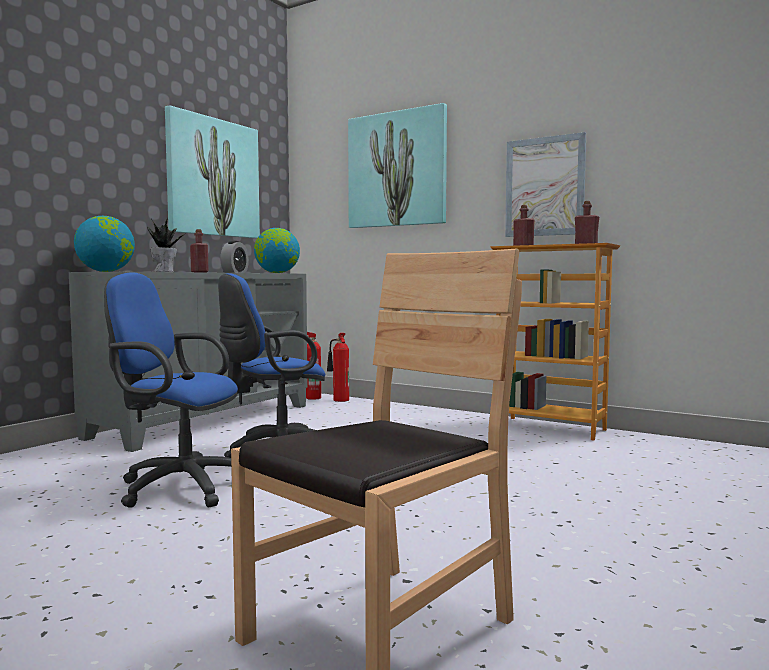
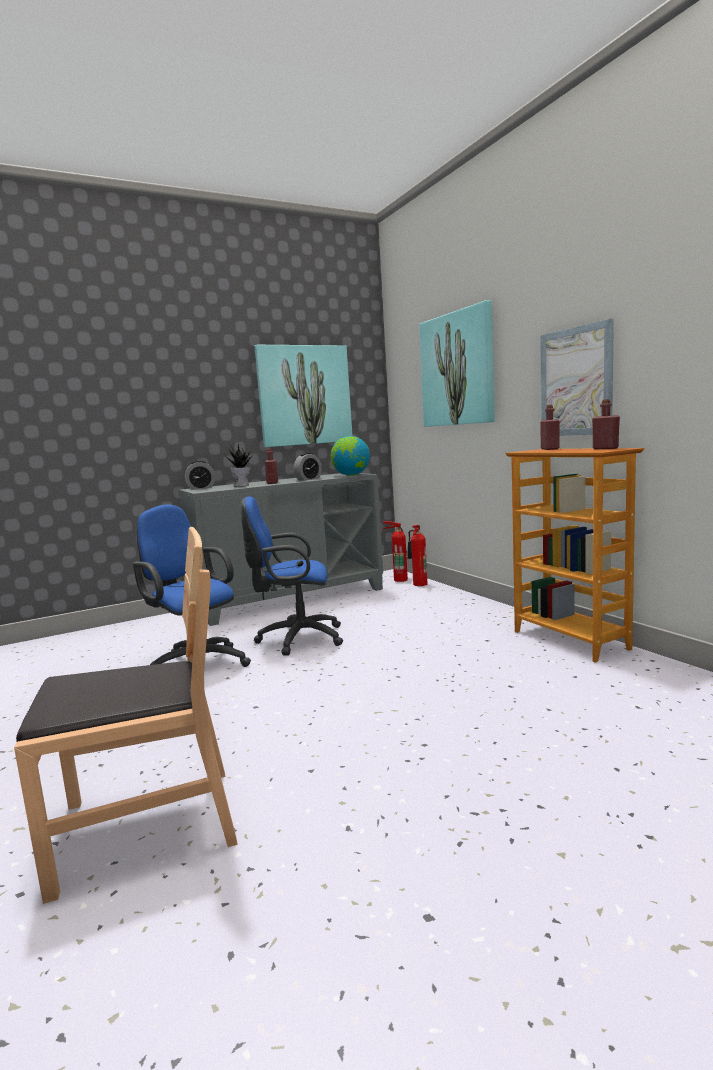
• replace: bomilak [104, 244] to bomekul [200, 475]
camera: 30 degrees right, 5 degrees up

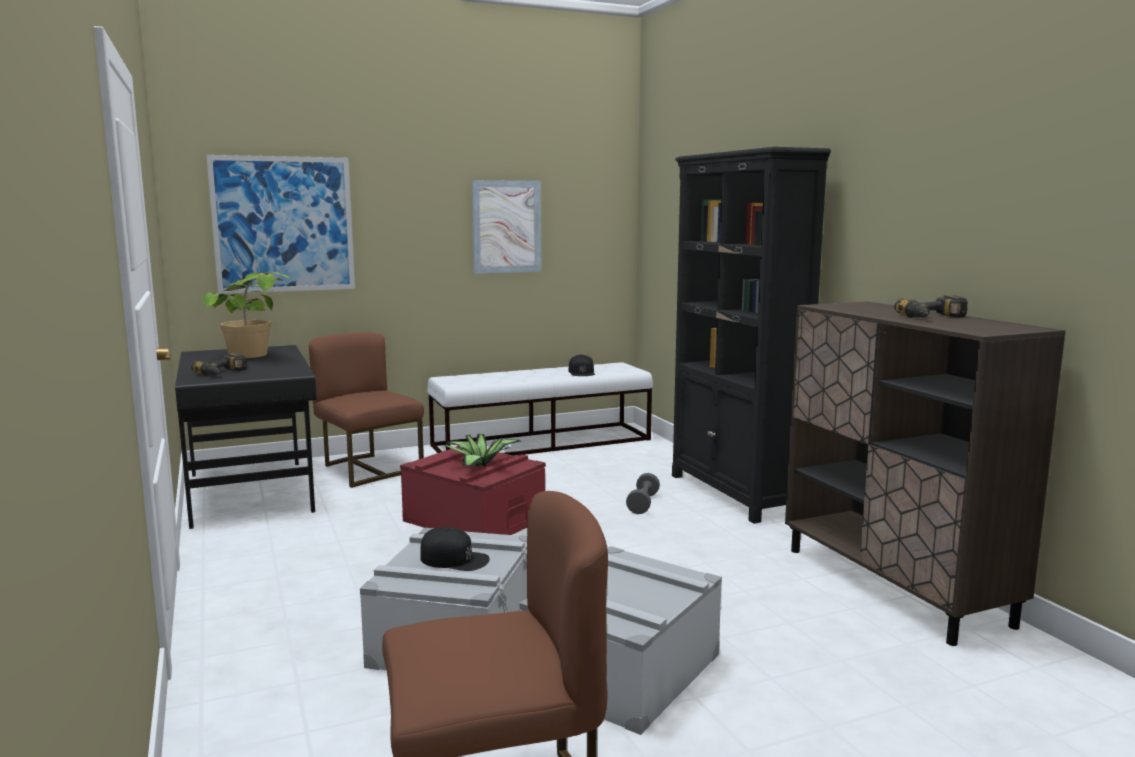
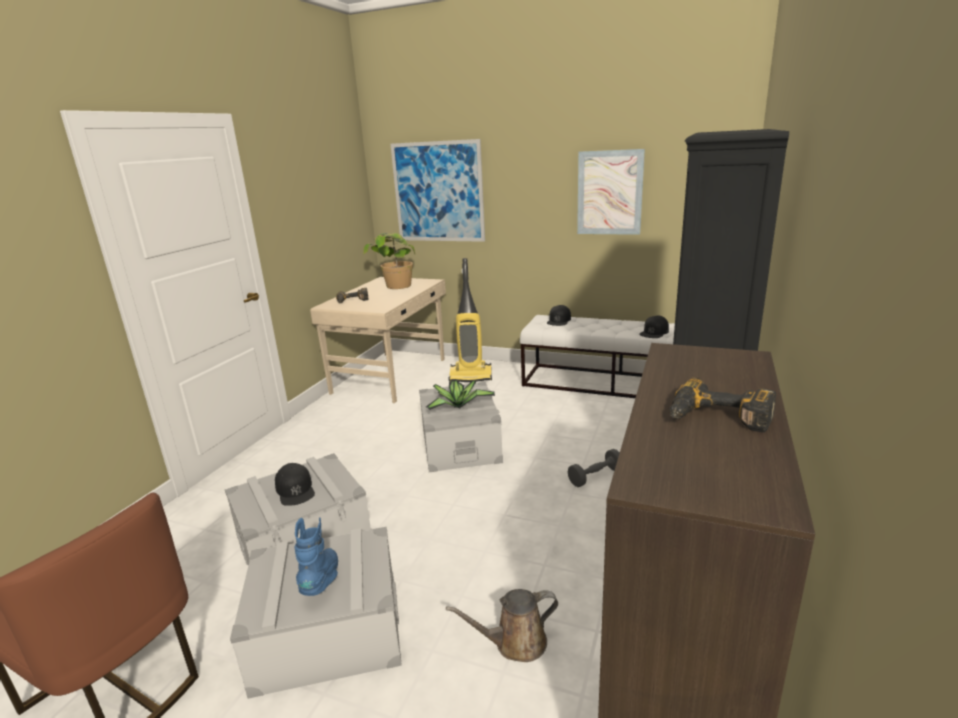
• insert: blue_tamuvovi [316, 556]
• recolor: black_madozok [246, 437] to beige_madozok [378, 340]
• recolor: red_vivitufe [473, 490] to grey_vivitufe [461, 427]
• insert: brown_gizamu [502, 625]
• replace: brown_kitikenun [366, 410] to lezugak [470, 320]
• insert: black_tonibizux [559, 315]
camera: 45 degrees right, 10 degrees up

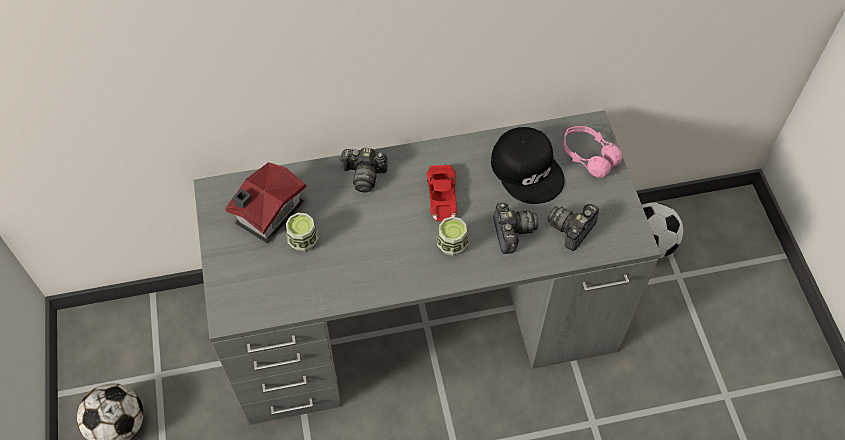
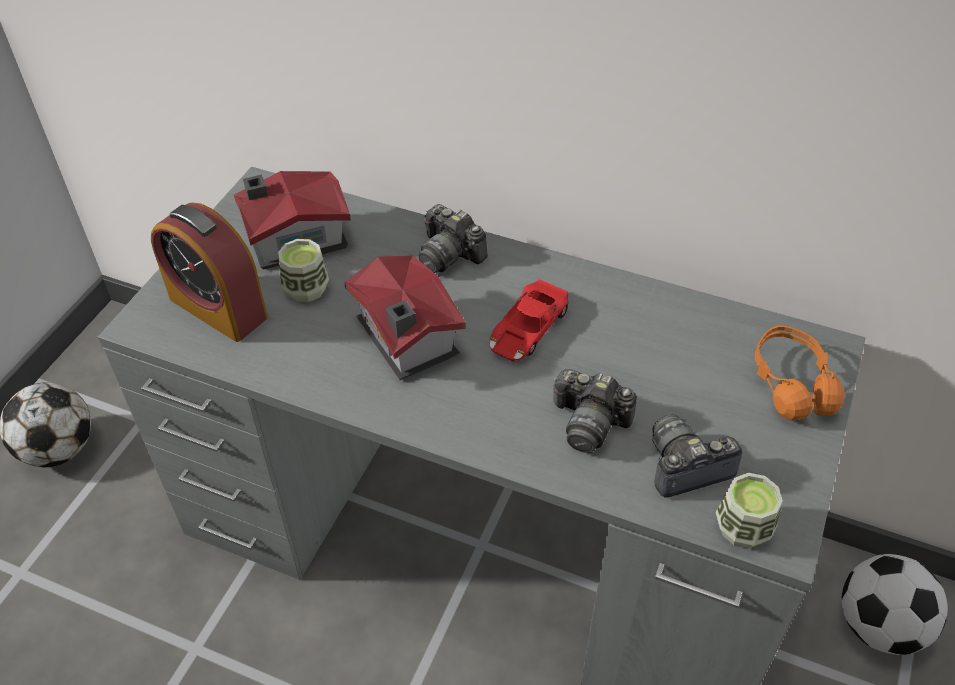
• insert: bomekul [209, 272]
• insert: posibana [405, 317]
• rotate: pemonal [515, 228] = [595, 411] 90 degrees clockwise
• move: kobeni [452, 236] to [749, 511]
• recolor: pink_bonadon [593, 152] to orange_bonadon [799, 372]
• delete: black_tonibizux [528, 165]
camera: 35 degrees right, 10 degrees down

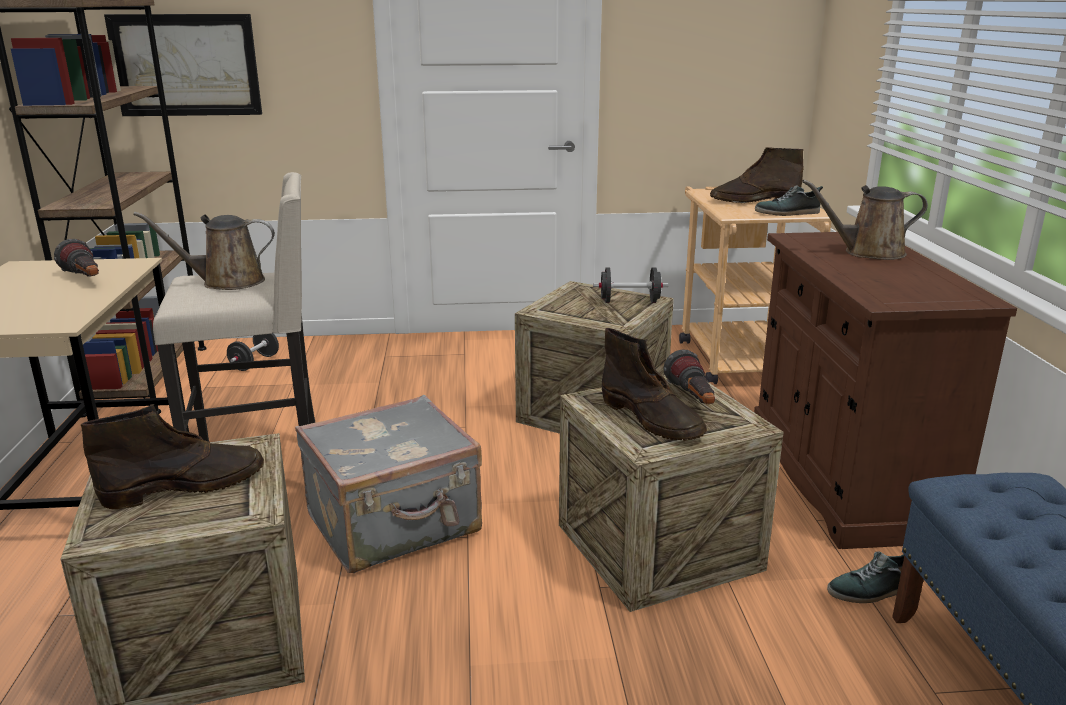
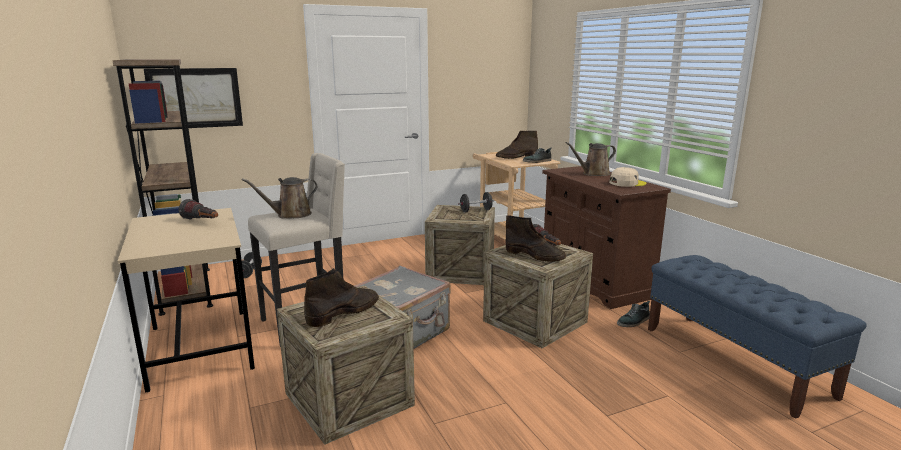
• insert: beige_tonibizux [627, 177]
camera: 20 degrees left, 5 degrees down

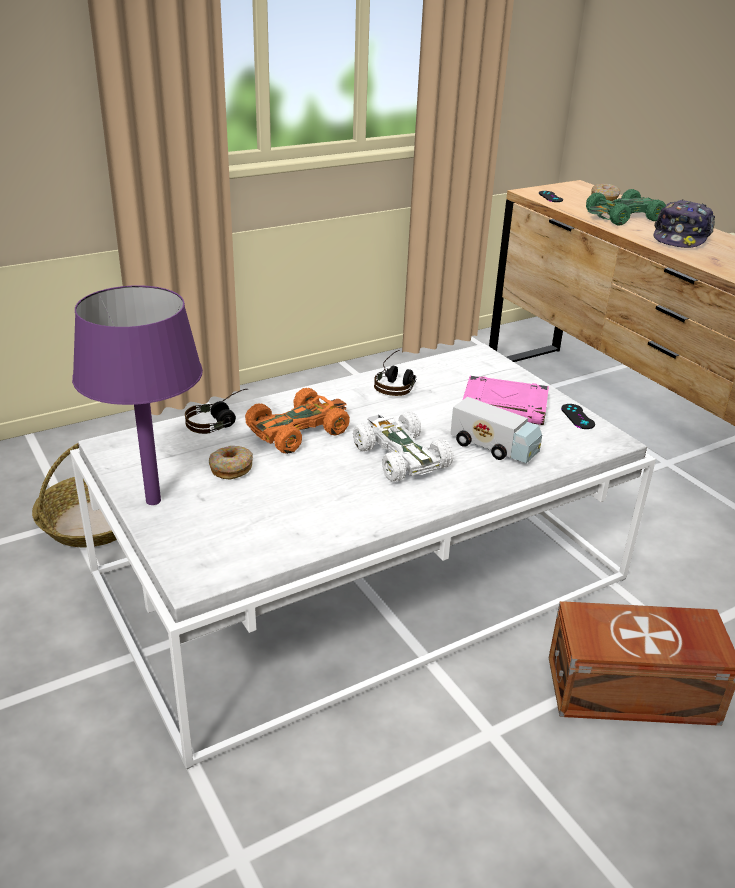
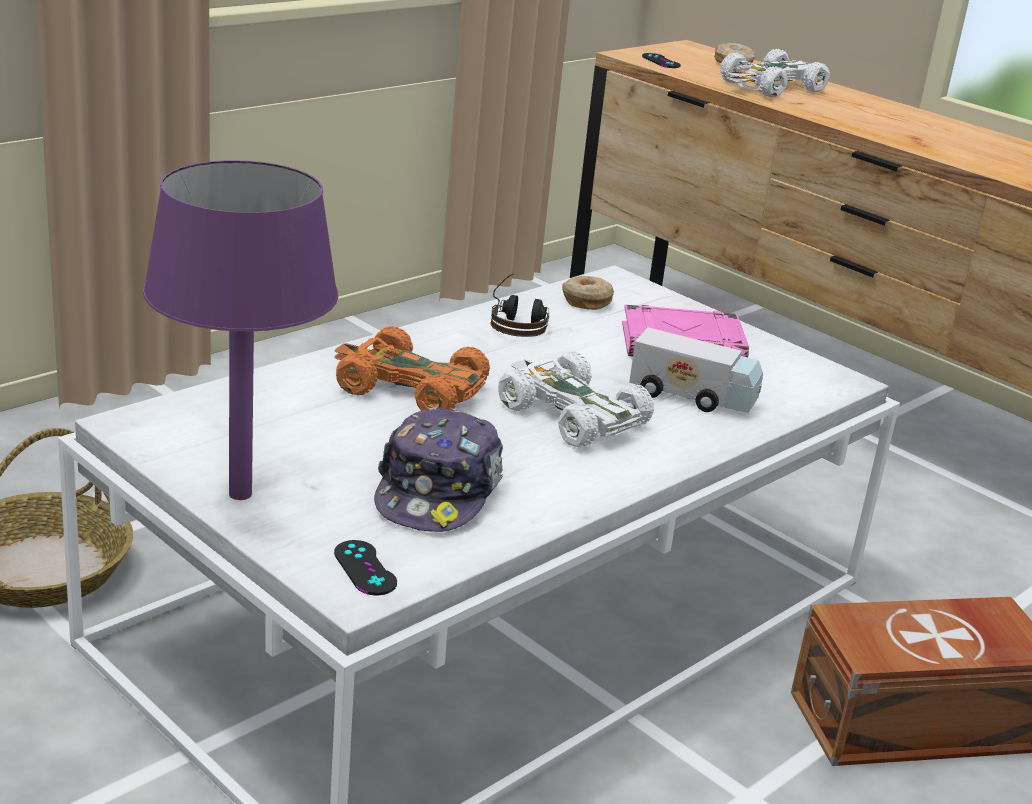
• move: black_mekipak [578, 416] to [365, 567]
• rotate: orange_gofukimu [297, 421] = [412, 368] 105 degrees counterclockwise
• move: tonibizux [684, 224] to [438, 469]
• move: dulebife [231, 463] to [588, 292]
• recolor: green_gofukimu [626, 207] to white_gofukimu [775, 73]
• delete: bonadon [216, 411]
camera: 15 degrees left, 5 degrees down

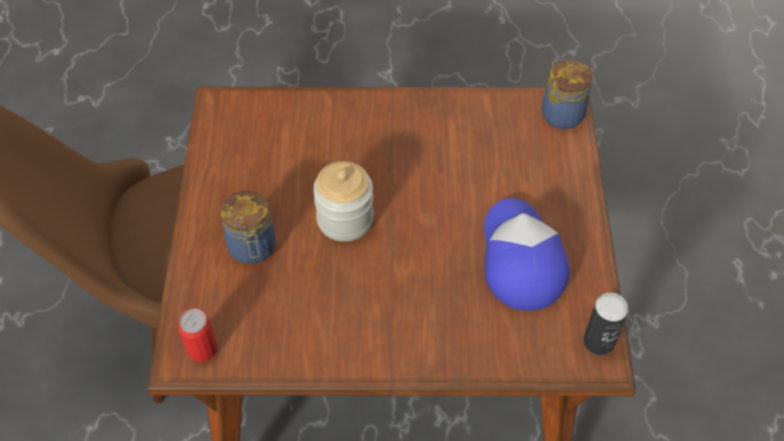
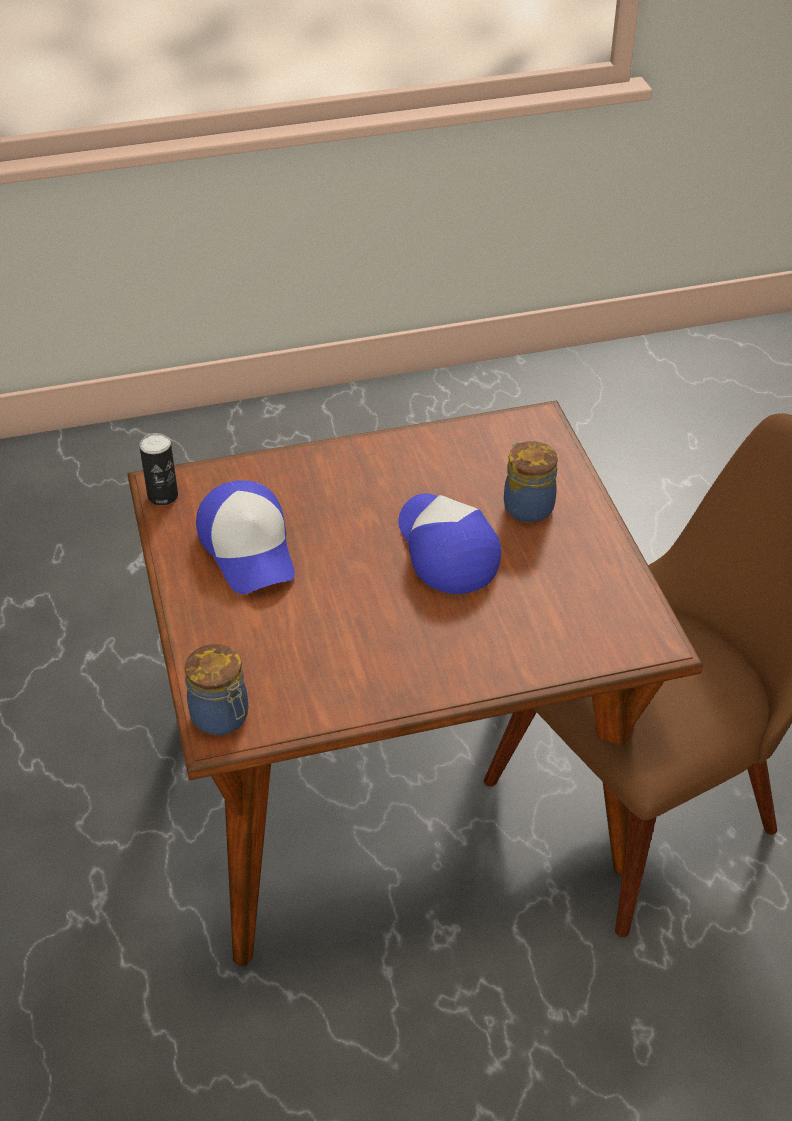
• replace: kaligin [343, 201] to tonibizux [449, 544]
• delete: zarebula [198, 335]
camera: 165 degrees right, 10 degrees down

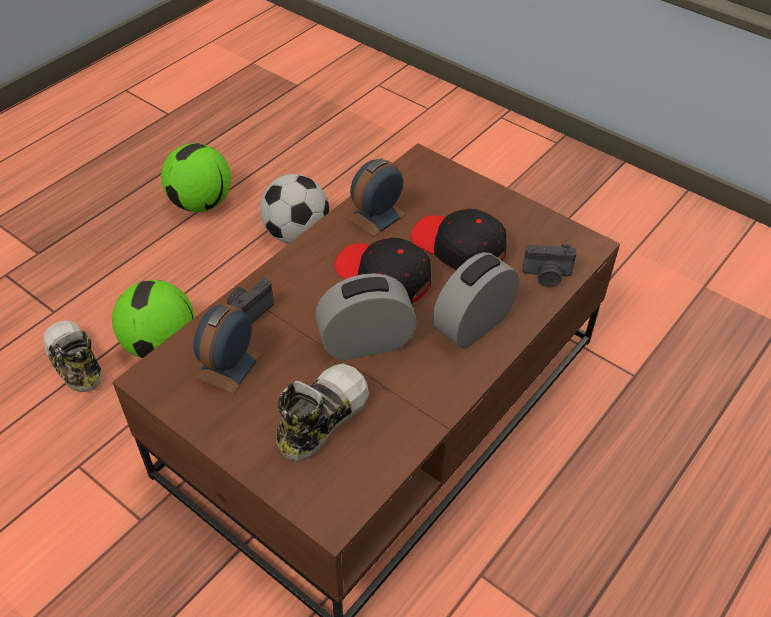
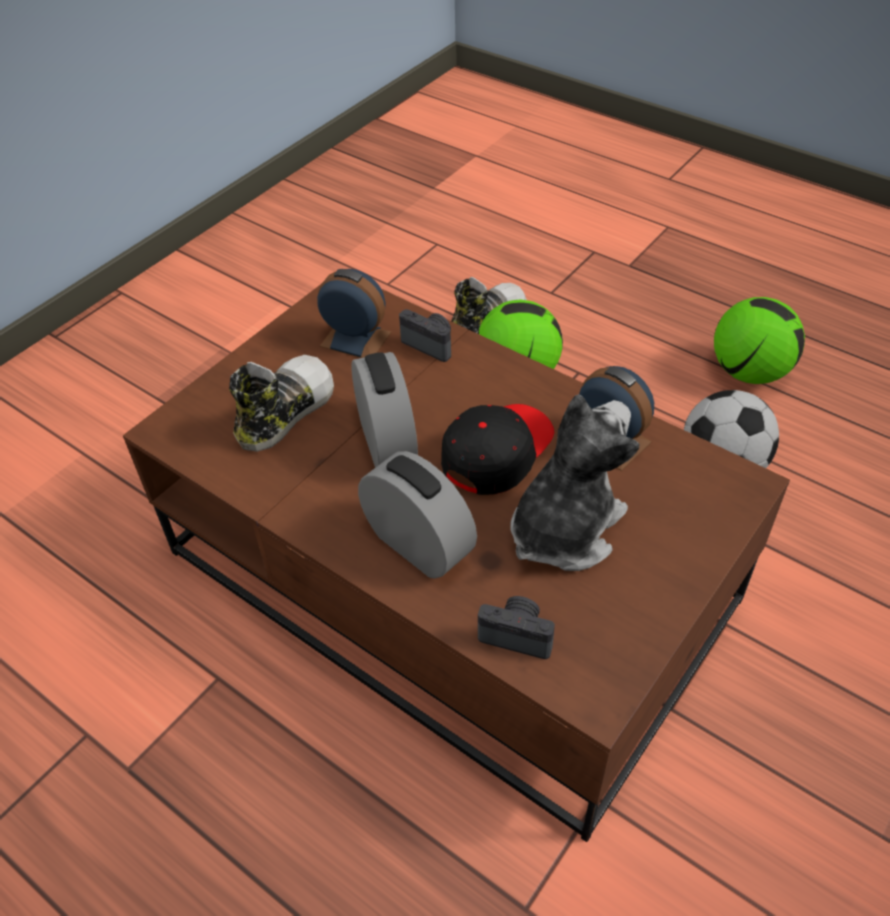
• rotate: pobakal [322, 412] = [281, 403] 90 degrees counterclockwise
• rotate: pemonal [549, 265] = [516, 627] 105 degrees clockwise
• replace: black_tonibizux [459, 239] to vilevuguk [575, 482]
camera: 90 degrees right, 0 degrees up

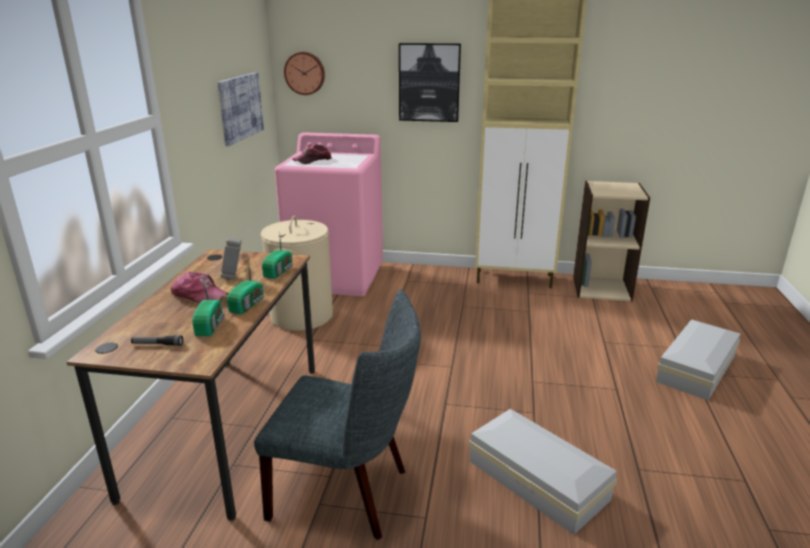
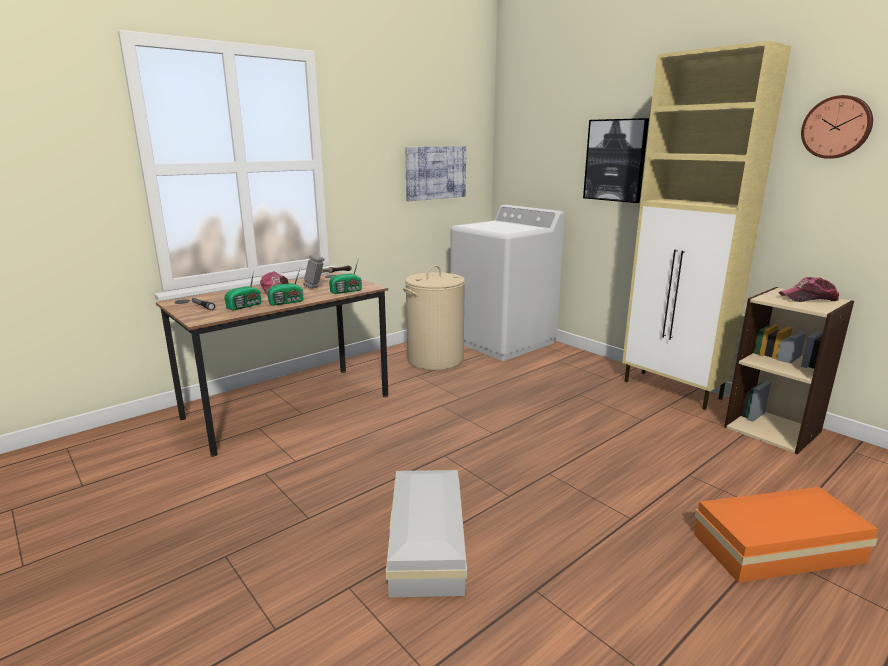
• recolor: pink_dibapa [329, 214] to white_dibapa [507, 283]
• recolor: white_vivitufe [698, 359] to orange_vivitufe [786, 535]
• move: tonibizux [312, 154] to [809, 289]
• move: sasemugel [304, 73] to [837, 127]
• delete: grey_kitikenun [337, 415]
camera: 40 degrees right, 5 degrees down

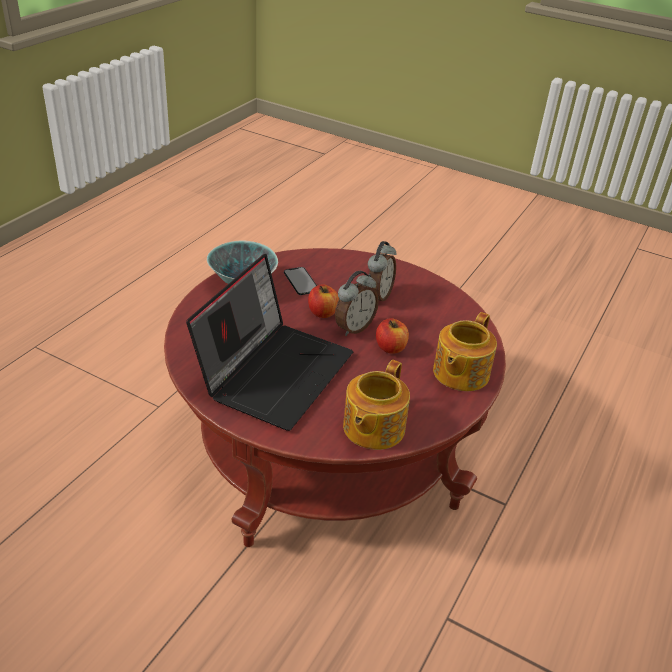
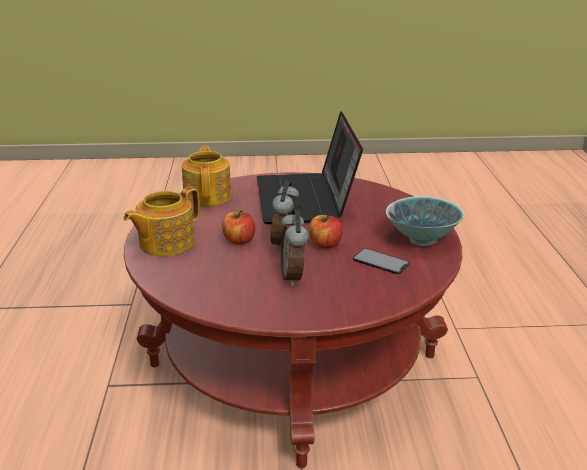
• rotate: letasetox [465, 351] = [161, 221] 135 degrees counterclockwise
camera: 150 degrees right, 10 degrees down

